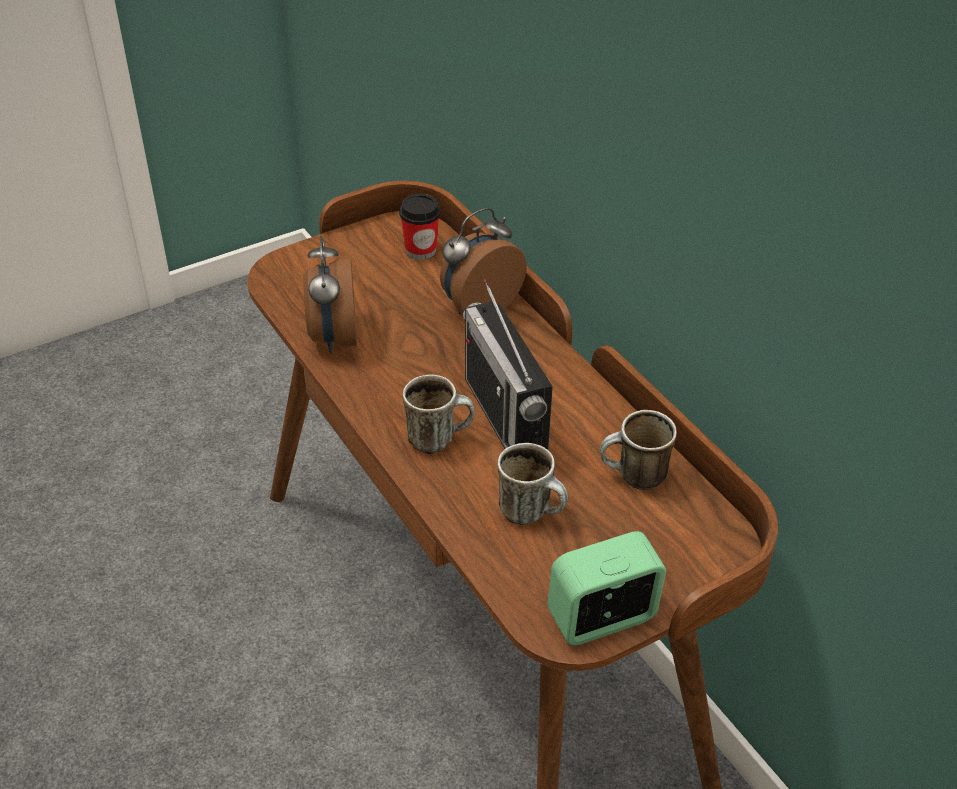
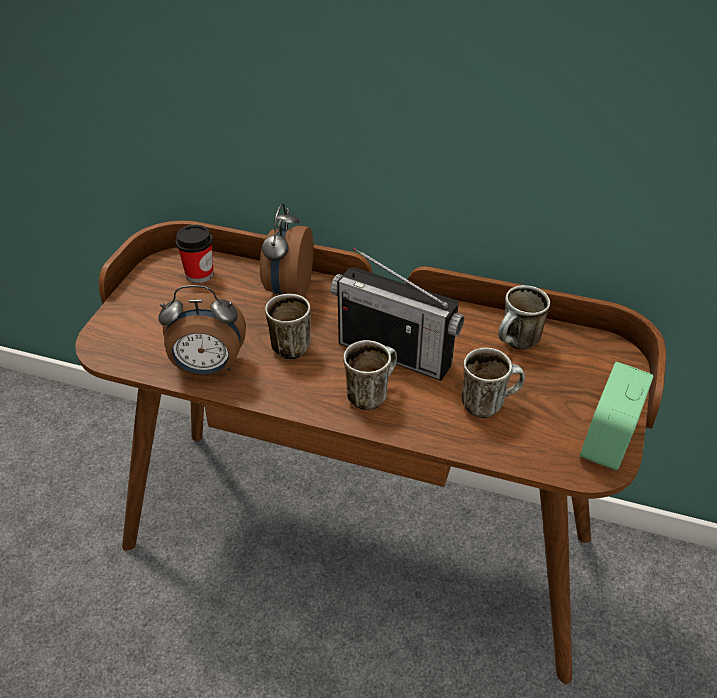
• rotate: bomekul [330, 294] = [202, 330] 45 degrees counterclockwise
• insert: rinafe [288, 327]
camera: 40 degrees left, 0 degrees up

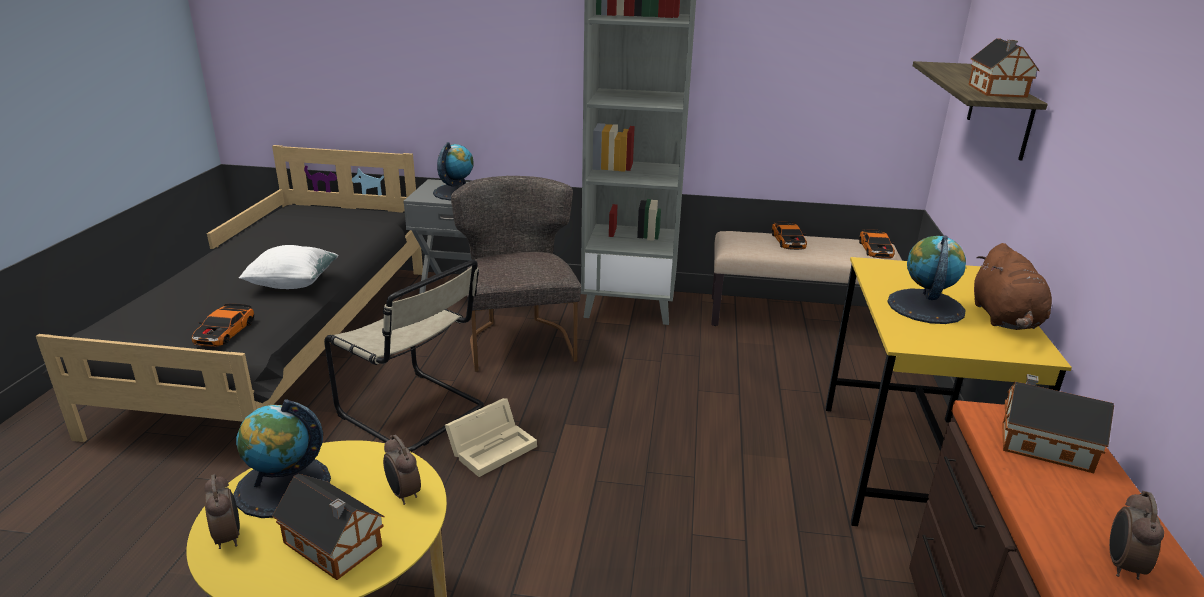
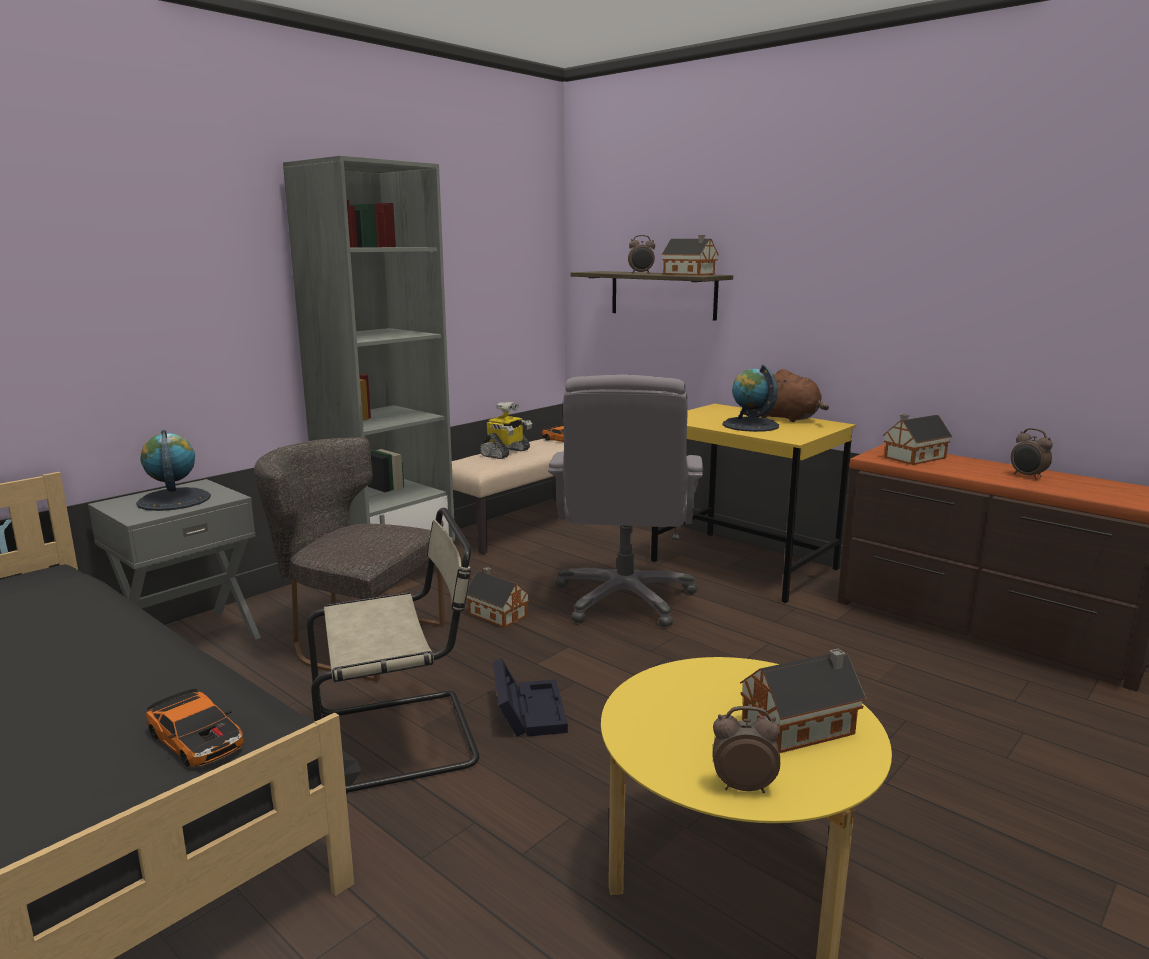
• insert: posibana [498, 597]
• replace: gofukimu [789, 236] to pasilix [505, 430]
• recolor: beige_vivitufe [491, 437] to black_vivitufe [530, 697]
• insert: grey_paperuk [625, 500]
• move: bomekul [402, 470] to [641, 254]
• delete: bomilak [282, 458]
• delete: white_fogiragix [289, 267]
camera: 55 degrees left, 10 degrees down

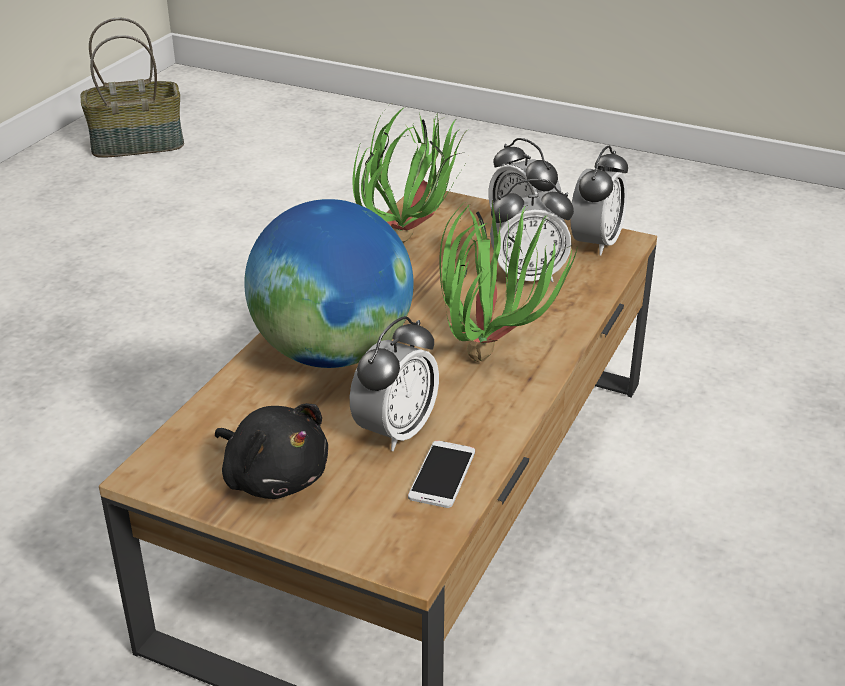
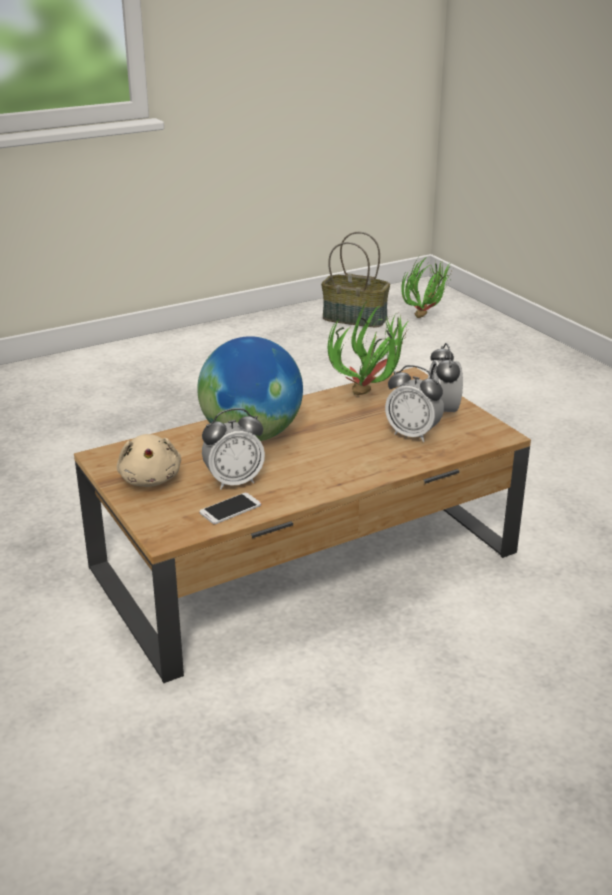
• recolor: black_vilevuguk [271, 451] to beige_vilevuguk [149, 460]
• move: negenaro [508, 281] to [427, 287]
• delete: bomekul [599, 200]
camera: 35 degrees right, 5 degrees down

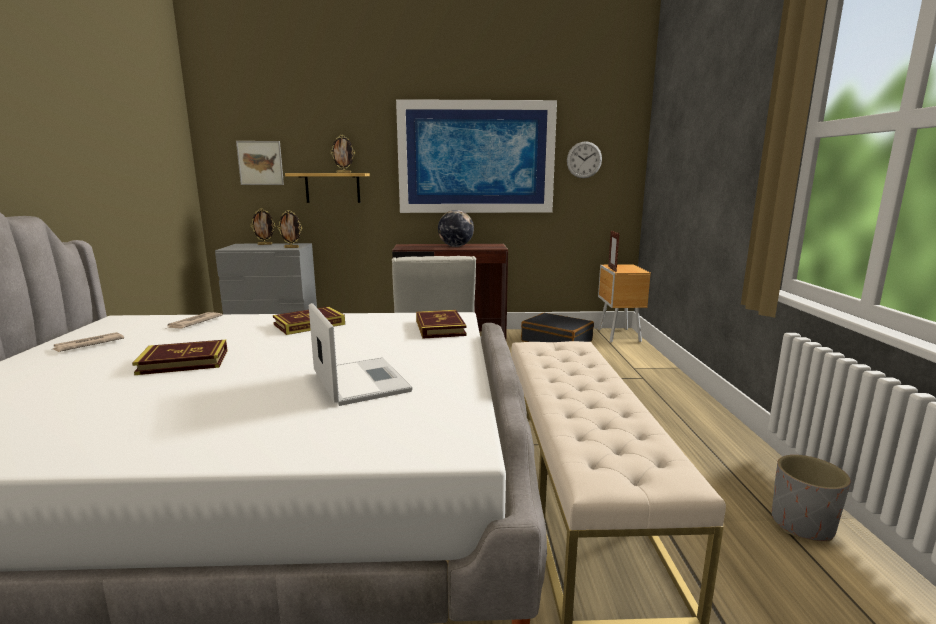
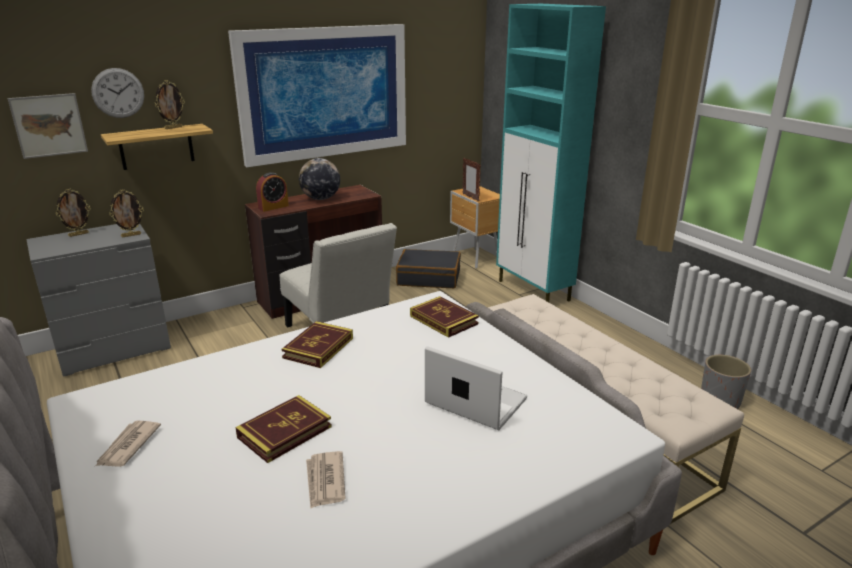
• move: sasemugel [584, 159] to [117, 93]
• insert: bomekul [272, 192]
• move: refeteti [194, 320] to [326, 479]
• insert: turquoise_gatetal [551, 153]
camera: 30 degrees left, 10 degrees up

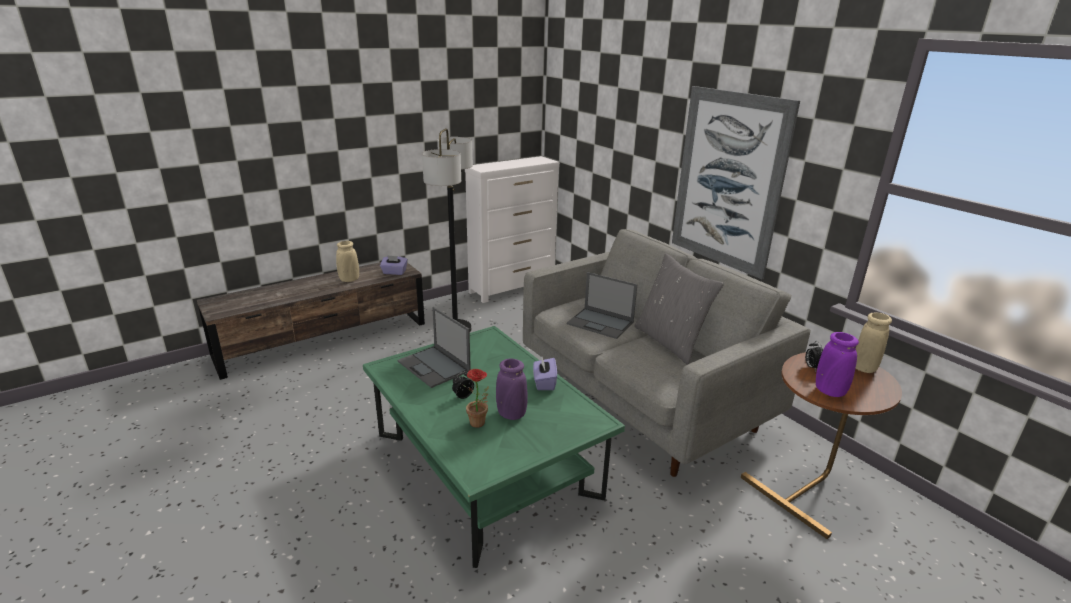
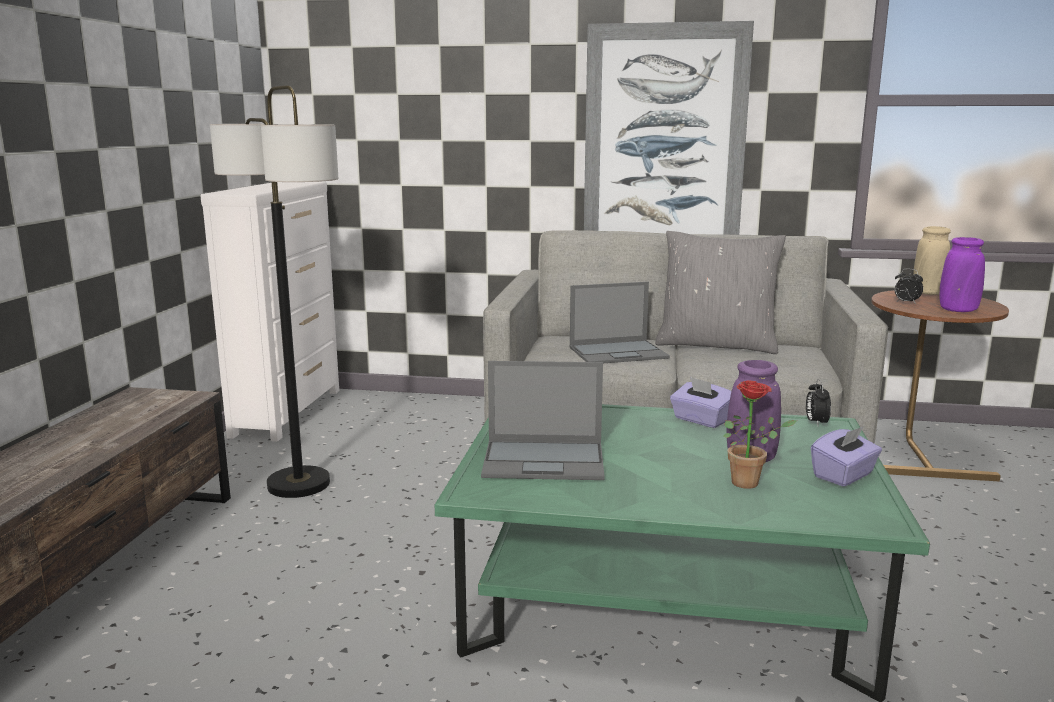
• move: bomekul [463, 385] to [818, 402]
• move: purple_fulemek [394, 265] to [846, 456]
• delete: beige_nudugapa [347, 261]
camera: 45 degrees left, 10 degrees down

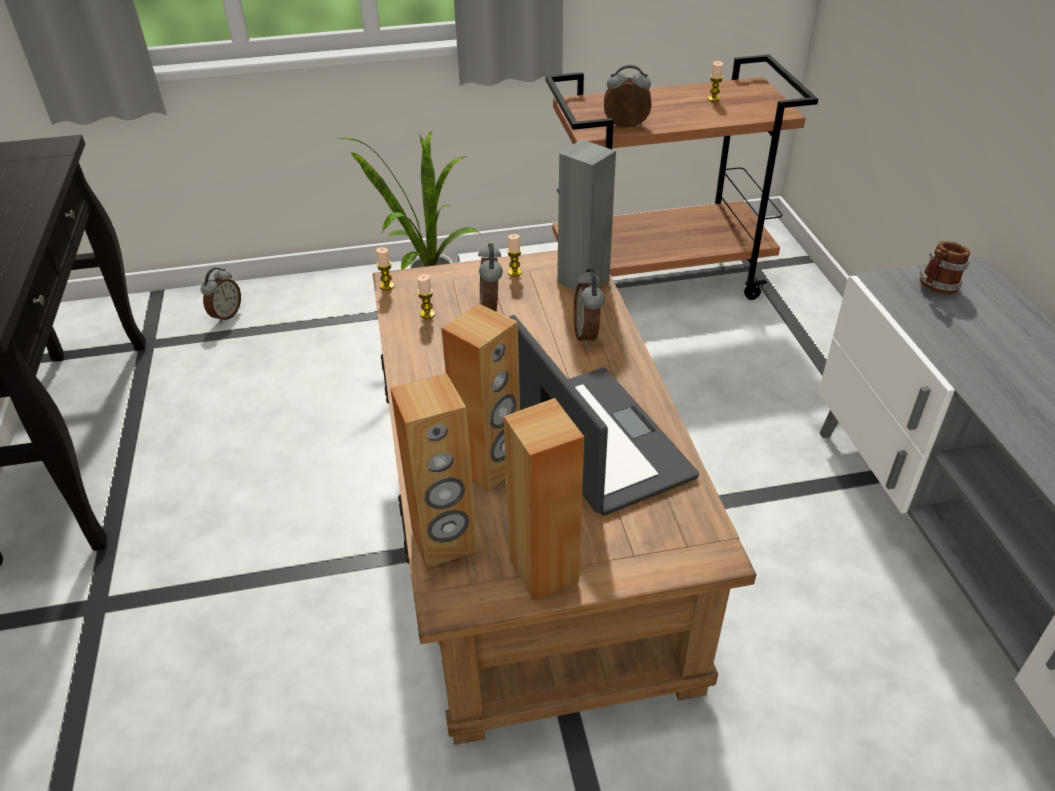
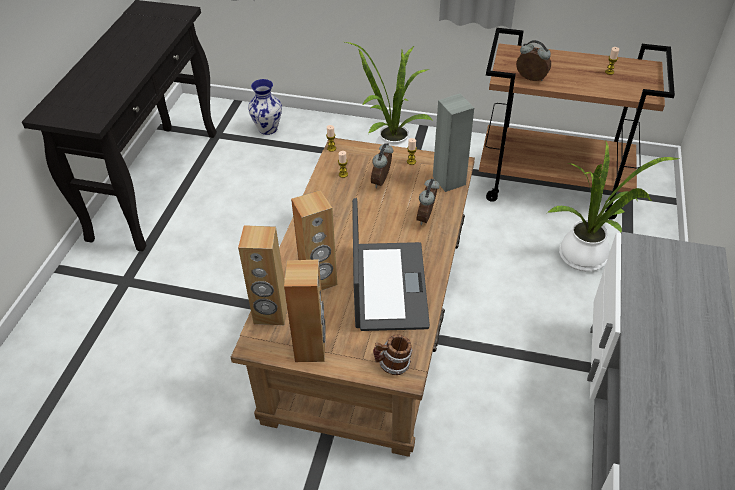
• replace: bomekul [221, 295] to nudugapa [265, 107]
• move: rinafe [944, 267] to [393, 355]
• insert: negenaro [613, 206]
camera: 25 degrees right, 5 degrees up

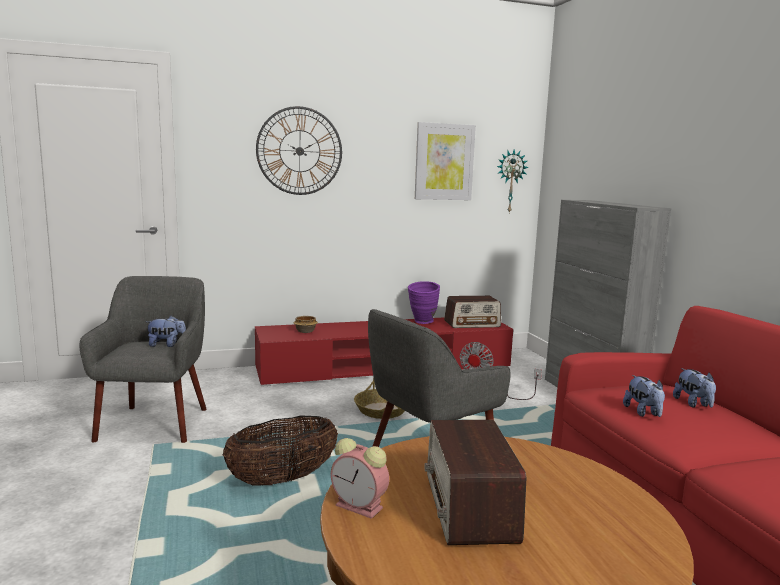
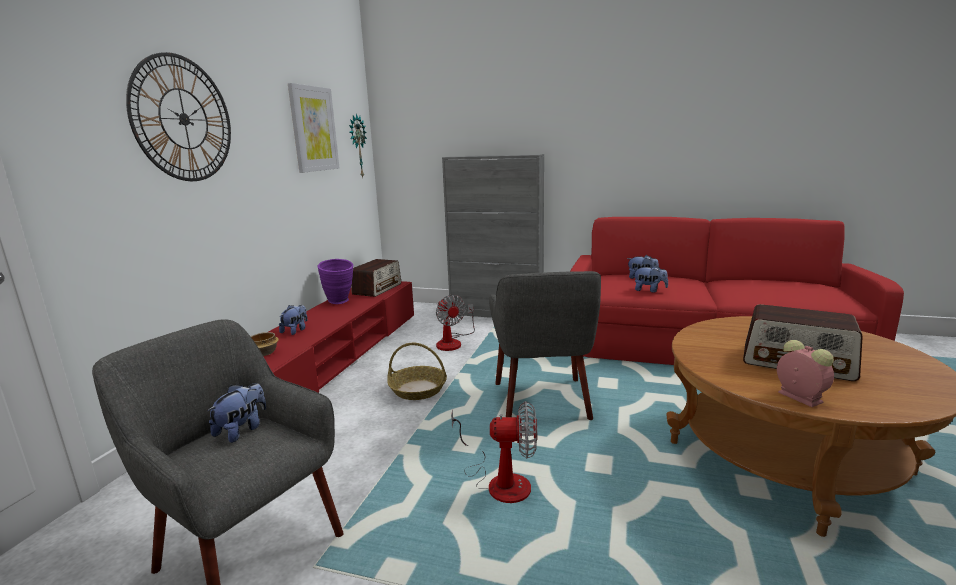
• insert: vilevuguk [293, 320]
• replace: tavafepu [280, 450] to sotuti [494, 452]
• rotate: bomekul [360, 478] = [805, 373] 90 degrees counterclockwise
camera: 55 degrees left, 5 degrees up

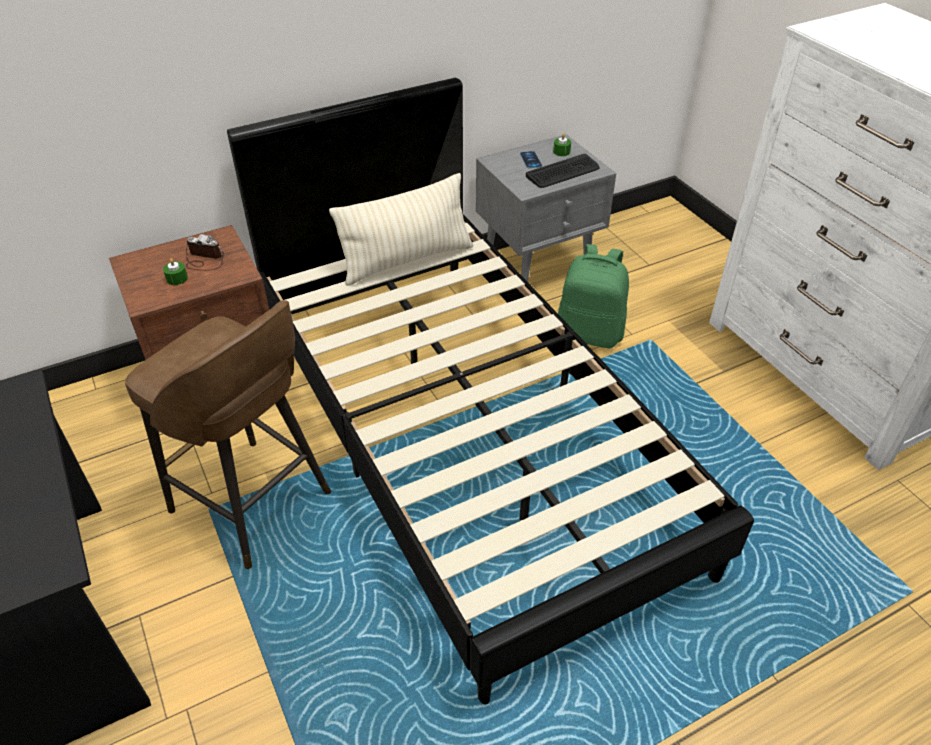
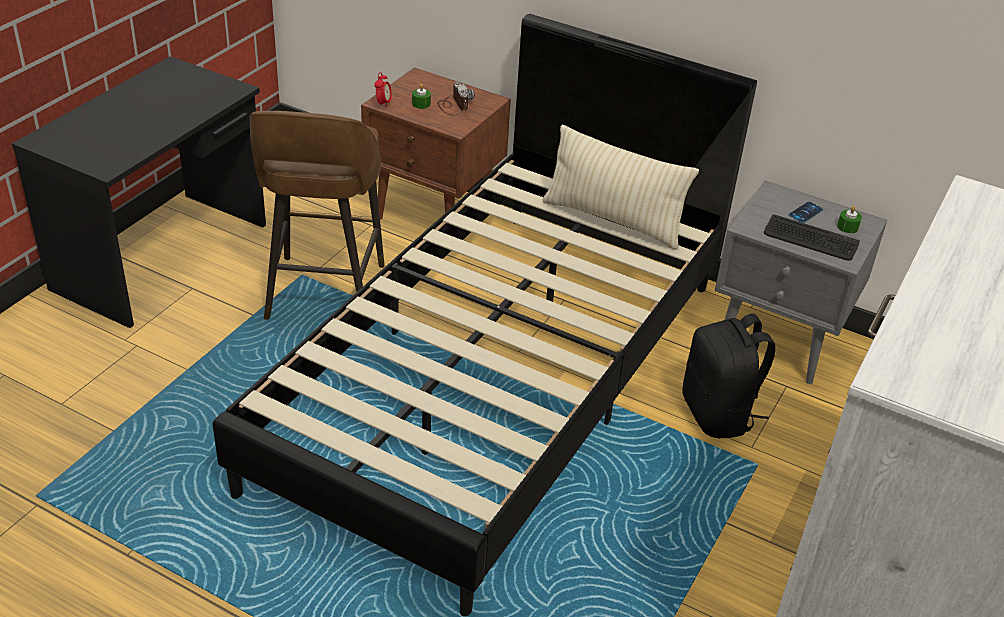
• insert: bomekul [383, 90]
• recolor: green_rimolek [593, 296] to black_rimolek [729, 376]
camera: 55 degrees right, 5 degrees down

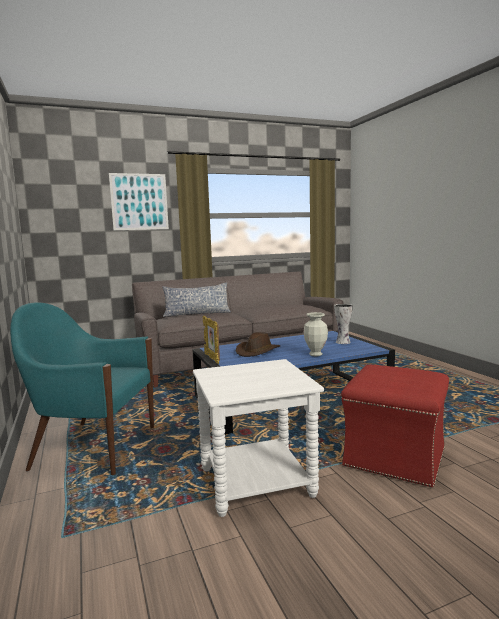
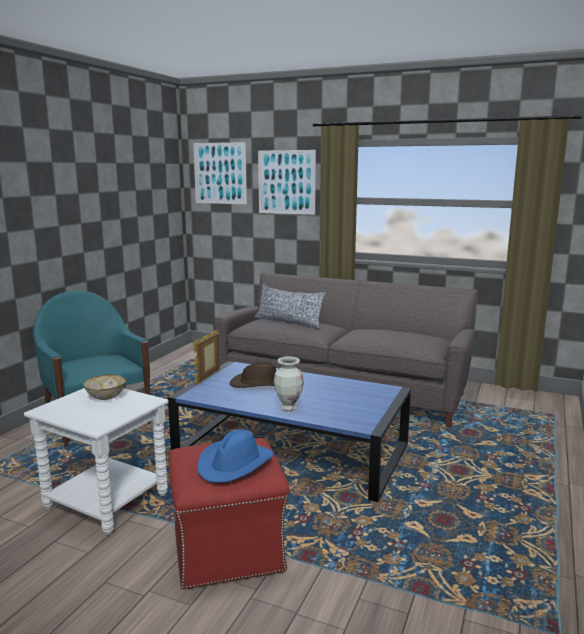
• insert: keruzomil [105, 387]
• insert: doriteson [220, 173]
• insert: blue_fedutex [235, 456]
• delete: nudugapa [343, 324]
camera: 45 degrees right, 5 degrees up

